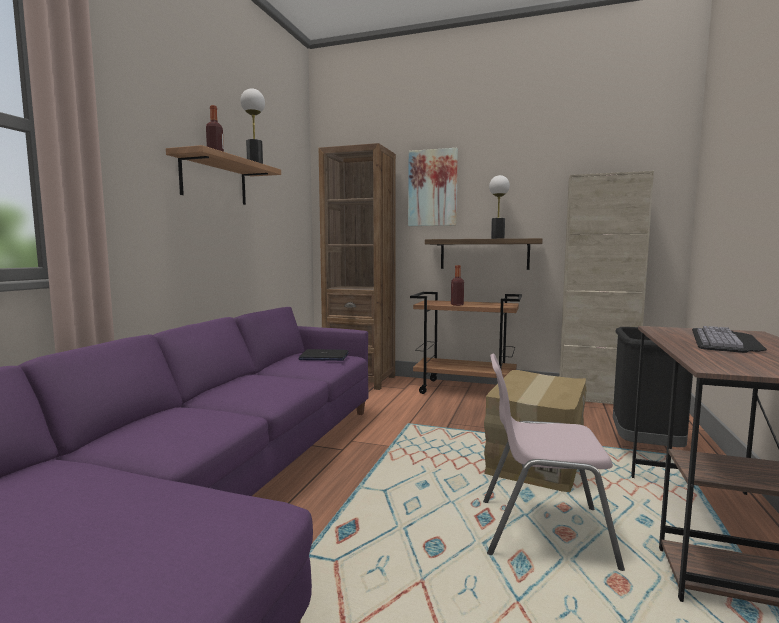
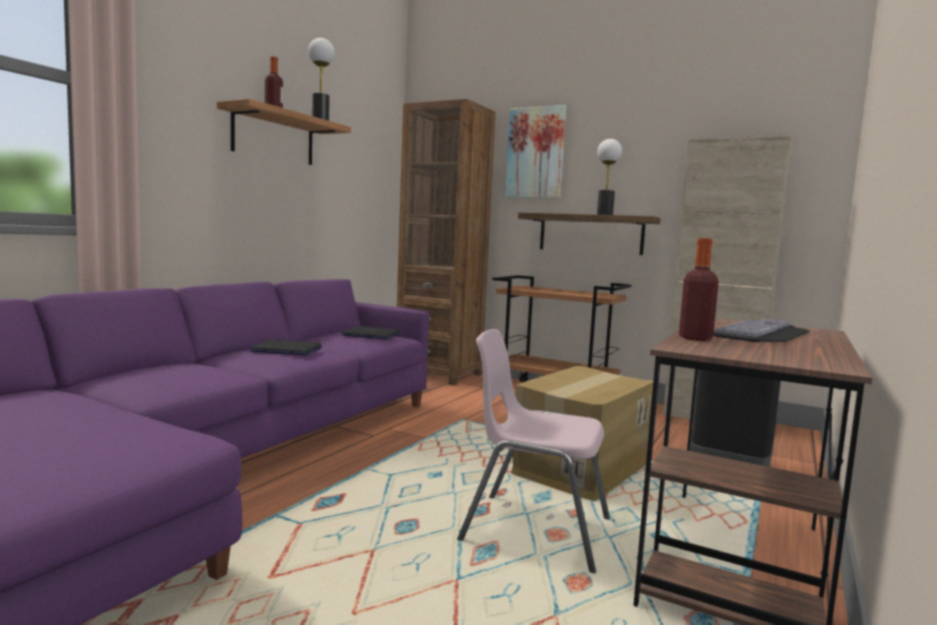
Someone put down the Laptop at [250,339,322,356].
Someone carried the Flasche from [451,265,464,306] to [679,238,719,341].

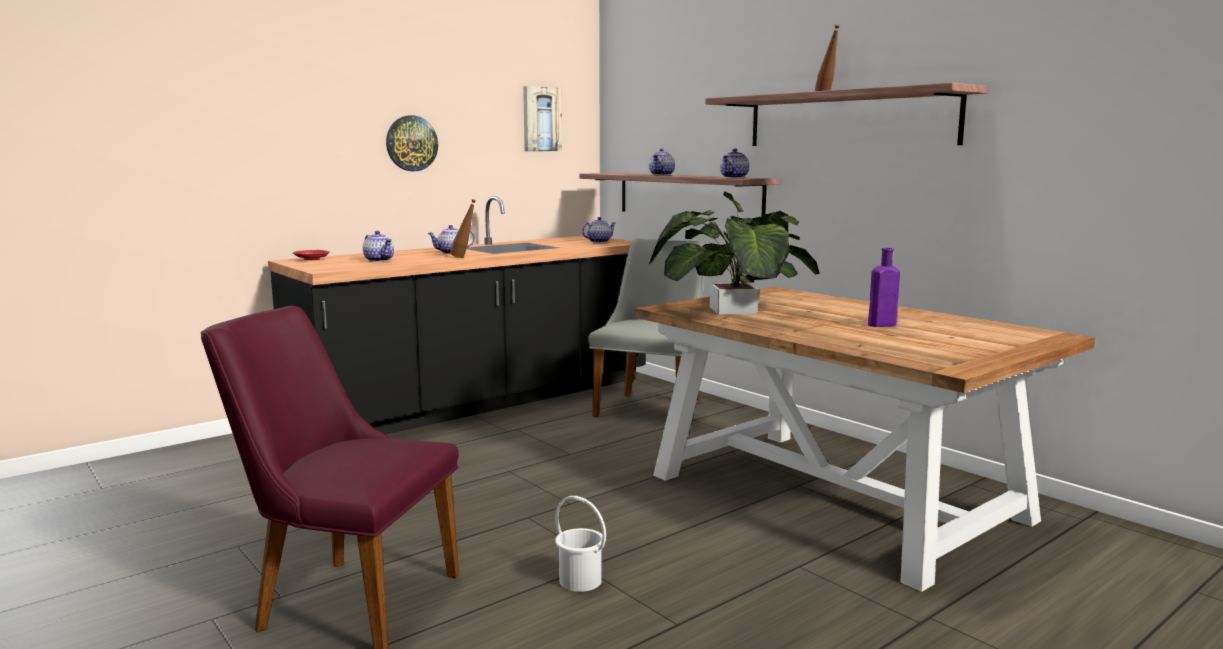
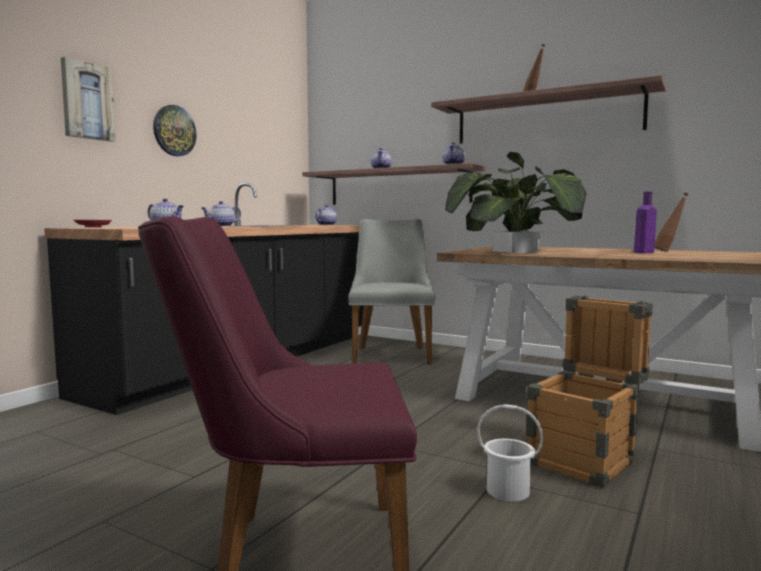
Someone carried the Bild from [523,86,562,151] to [61,57,116,142].
Someone put down the Kiste at [526,296,653,488].
Someone carried the Flasche/braun from [450,199,476,258] to [654,192,688,252].

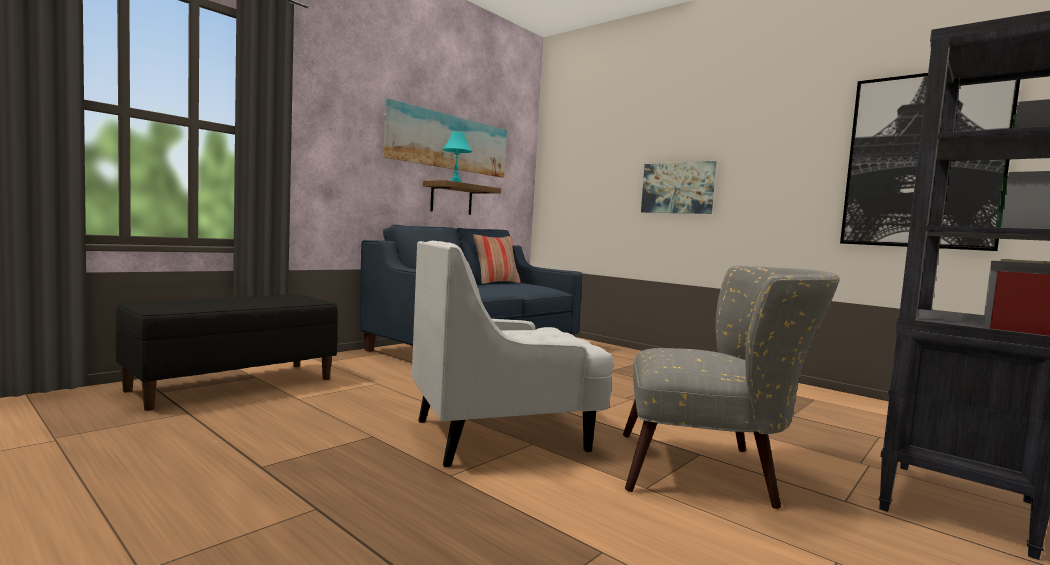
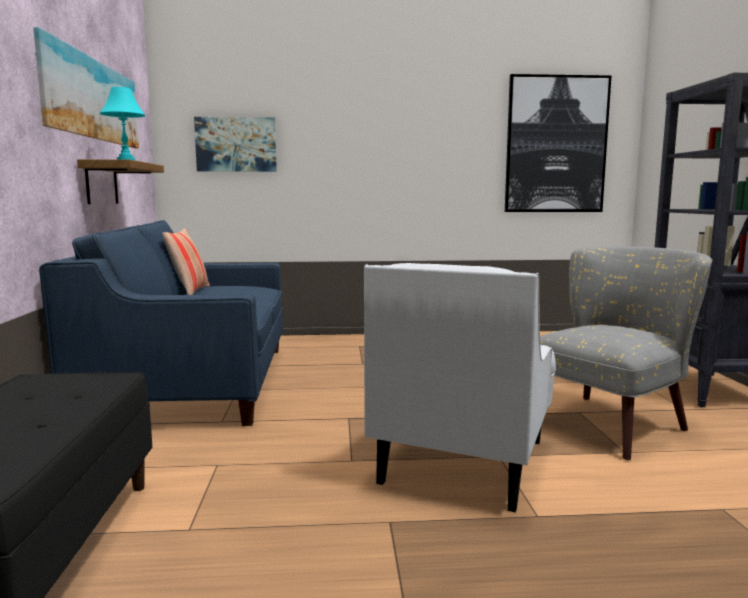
Someone carried the Bild from [641,161,716,214] to [194,117,277,172].

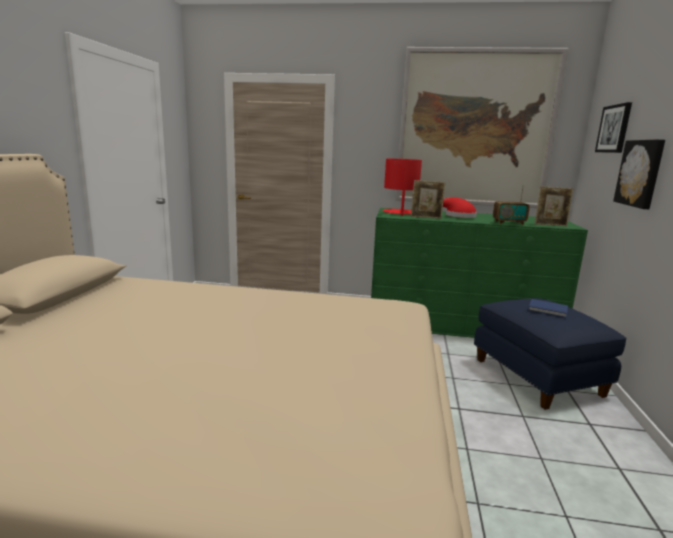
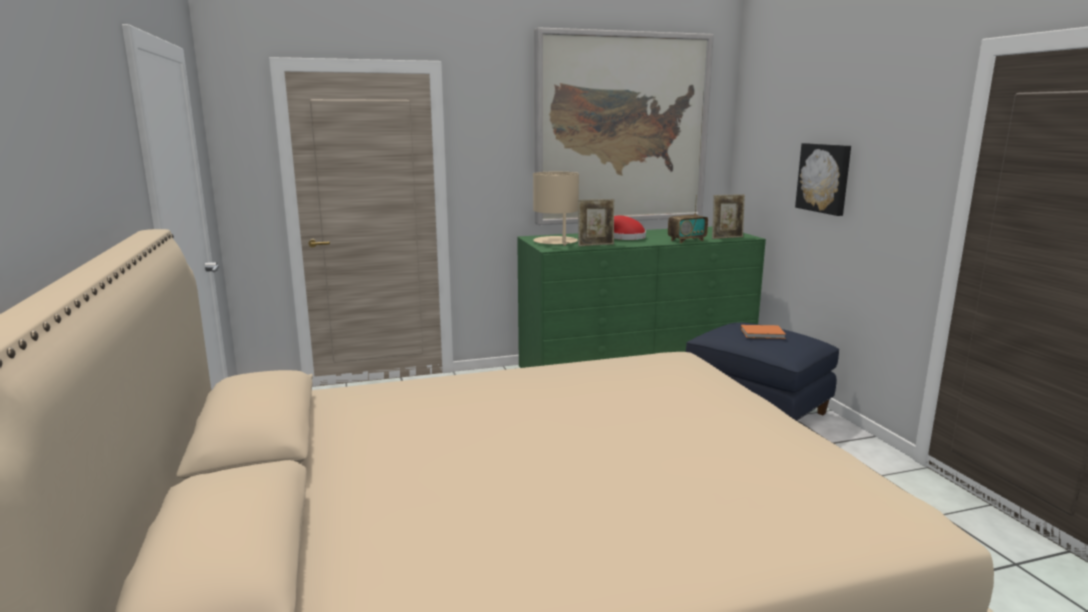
Someone repainted the Tischlampe/rot at [383,159,422,216], which became the Tischlampe/beige at [533,172,579,246].
Someone repainted the Buch/blau at [529,299,568,317], which became the Buch/orange at [741,325,786,339].
Someone took away the Bild at [595,102,632,153].

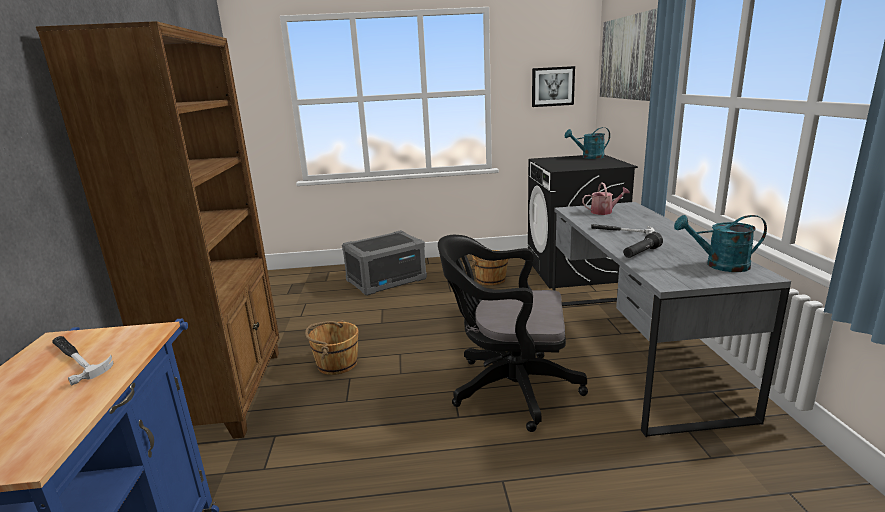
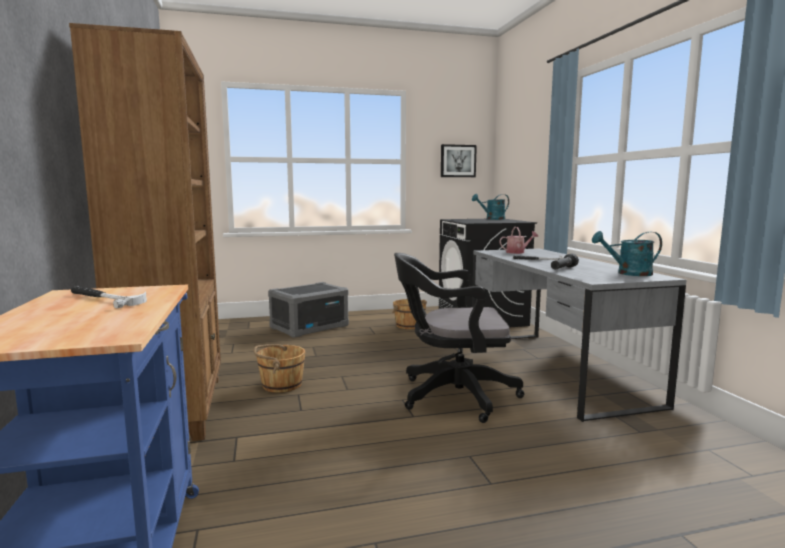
Someone took away the Bild at [600,8,658,101].

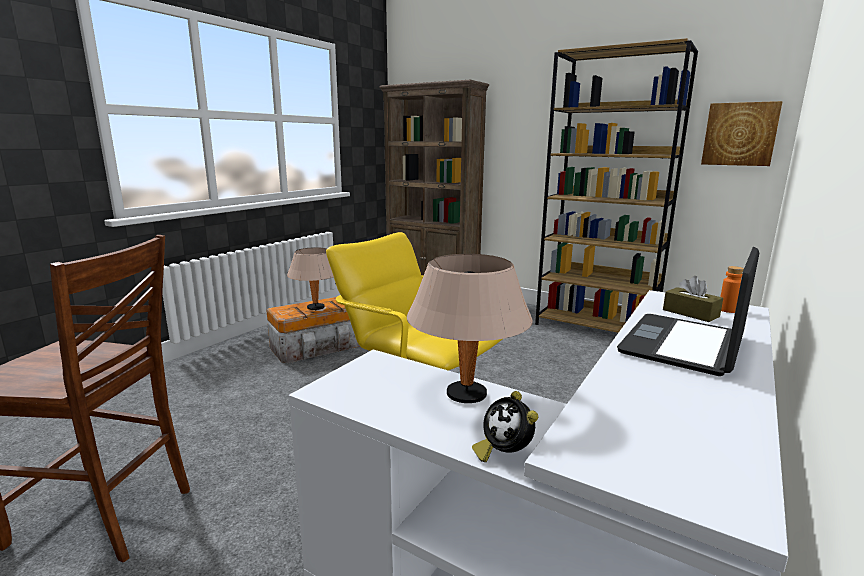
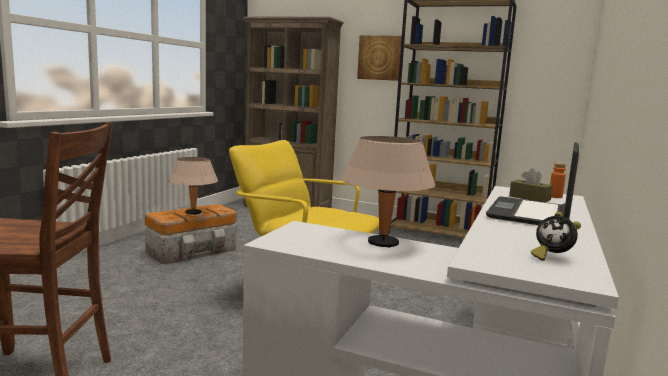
Someone carried the Bild from [701,101,783,166] to [357,35,402,81].
Someone carried the Wecker from [472,391,538,462] to [531,212,581,261].

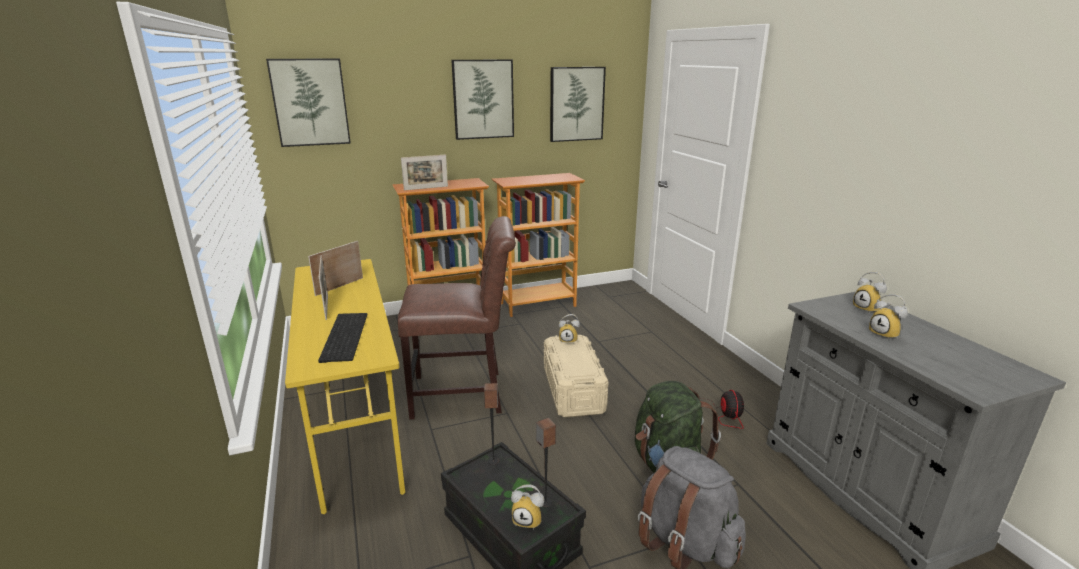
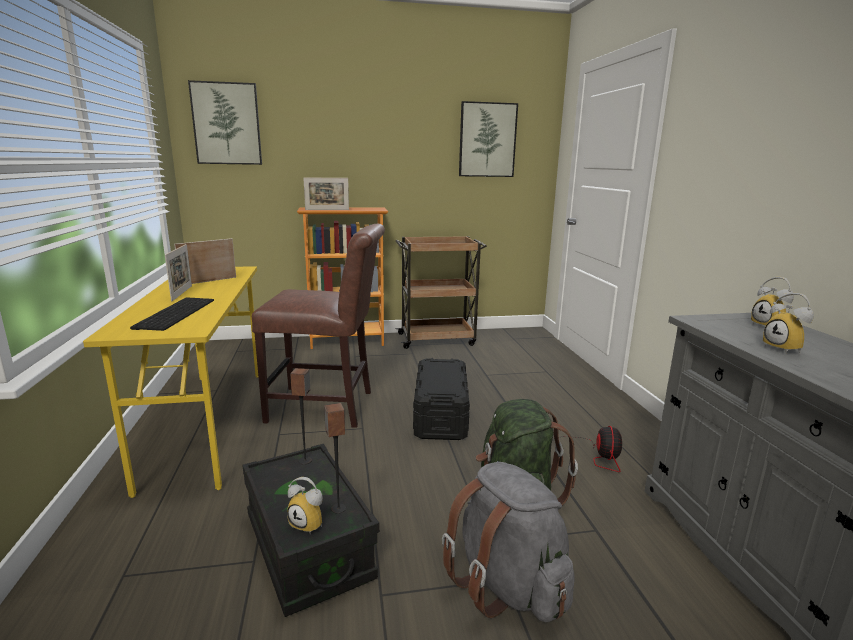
Someone swapped the Bücherregal at [492,173,585,317] for the Rollwagen/braun at [395,236,487,349].
Someone repainted the Aufbewahrungsbox/beige at [544,335,609,417], which became the Aufbewahrungsbox/schwarz at [413,358,470,440].
Someone took away the Bild at [451,60,514,140].
Someone took away the Wecker at [559,314,580,344].

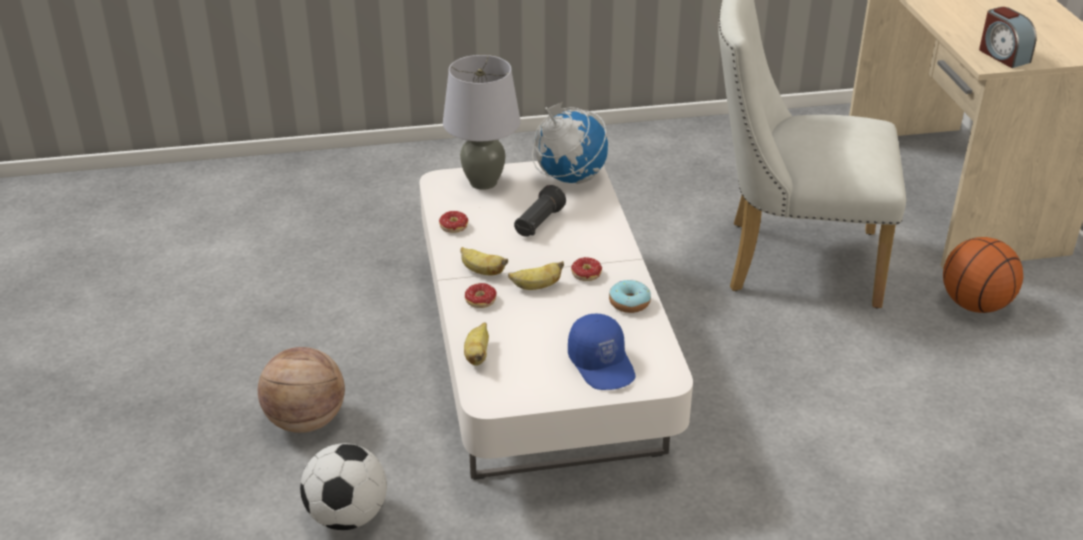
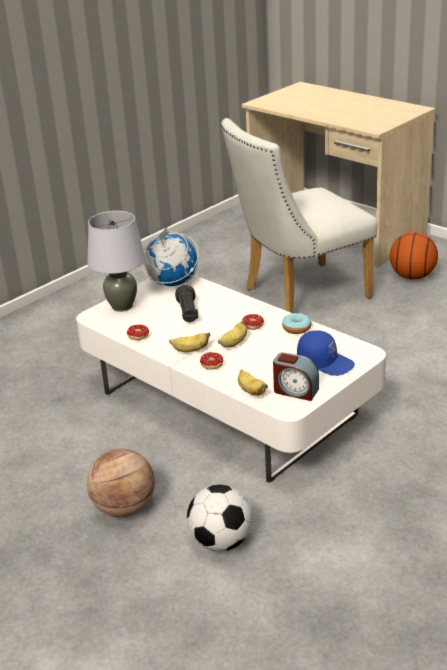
Someone carried the Wecker from [979,7,1037,68] to [273,352,319,401].

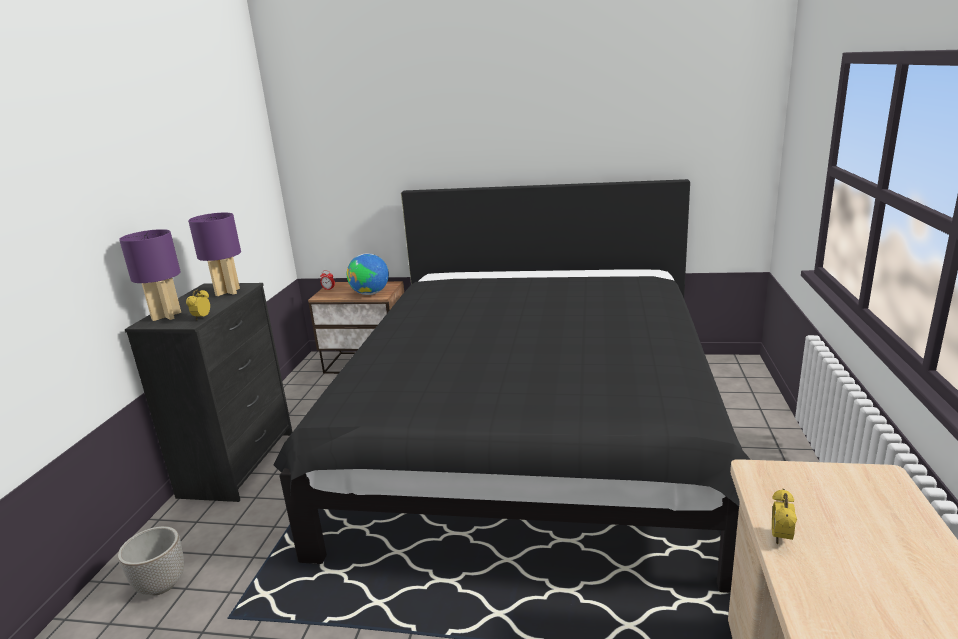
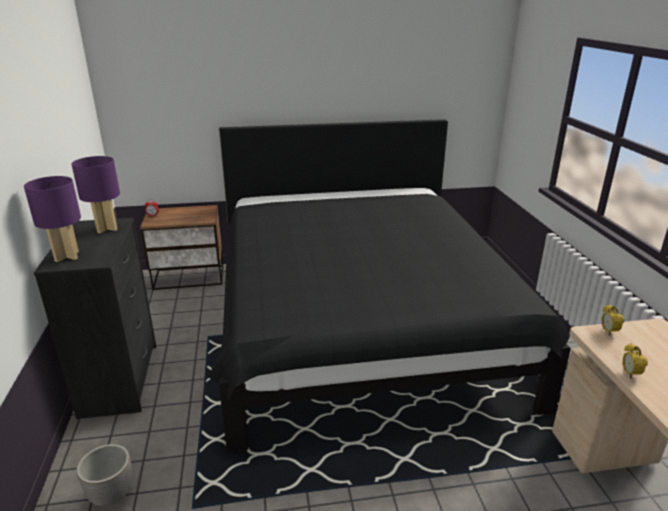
Someone carried the Wecker from [186,290,210,320] to [602,305,625,335].
Someone took away the Globus at [347,253,389,295].

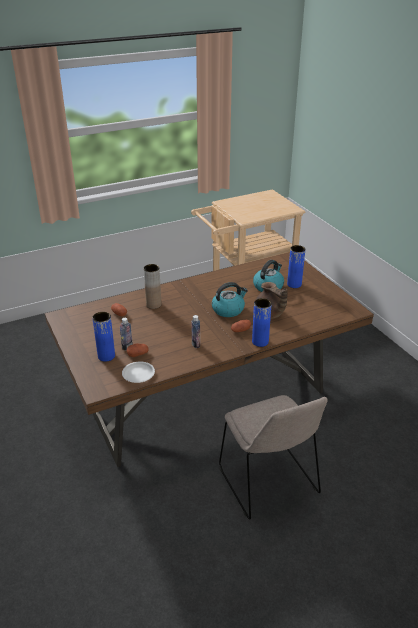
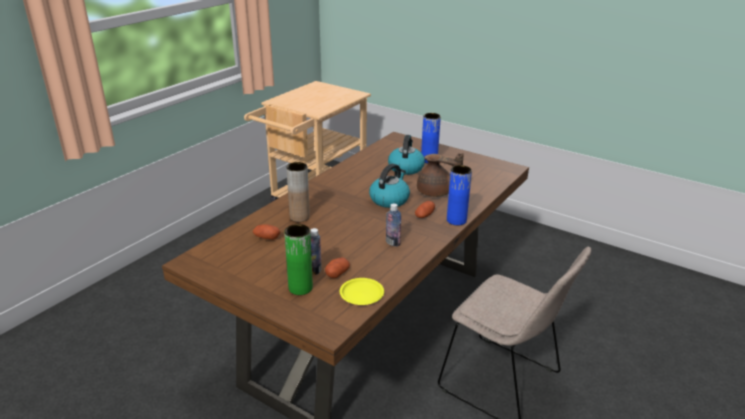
Someone repainted the Vase/blau at [92,312,115,362], which became the Vase/grün at [284,224,313,295].
Someone repainted the Teller/weiß at [122,362,155,383], which became the Teller/gelb at [340,278,384,305].

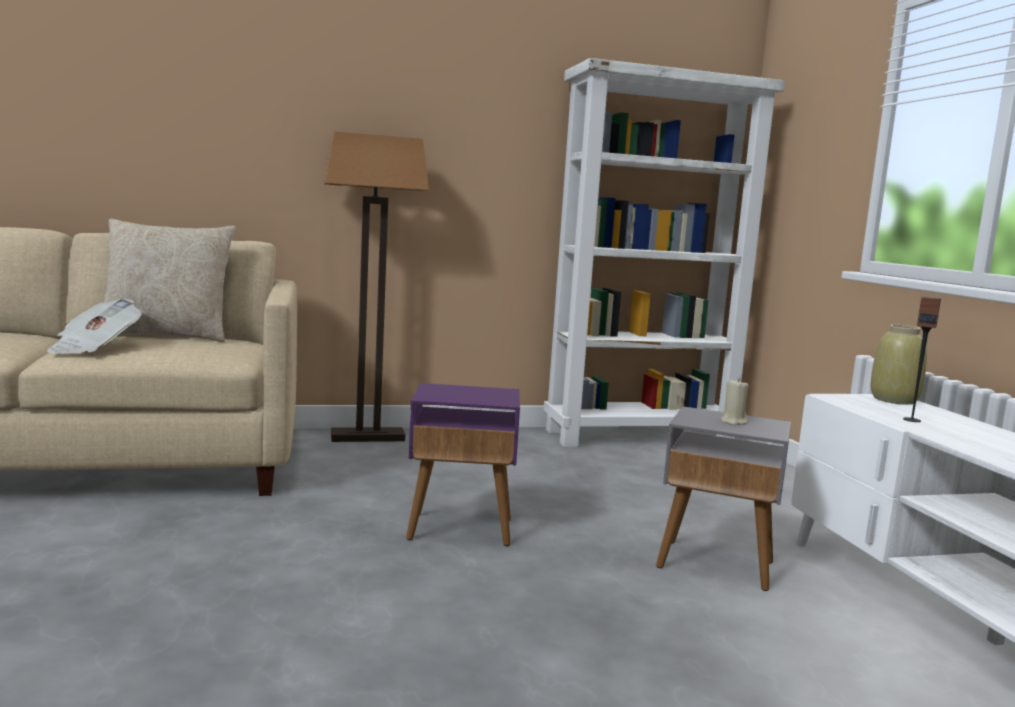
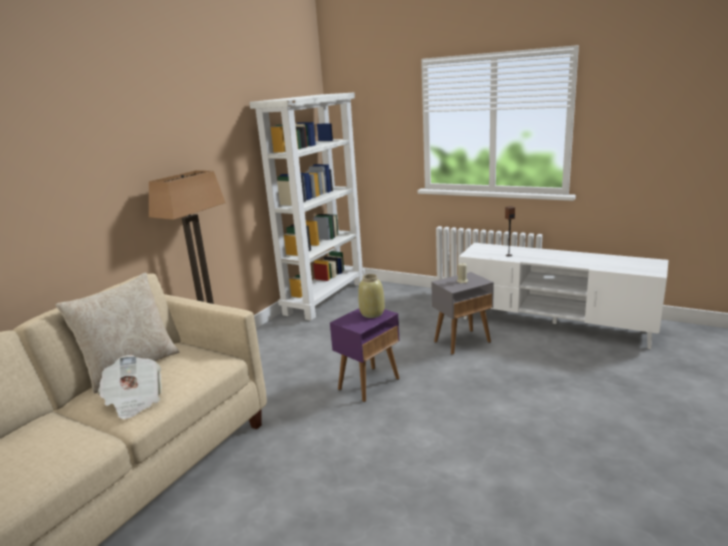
Someone carried the Vase/beige from [870,325,927,405] to [358,274,385,318].

